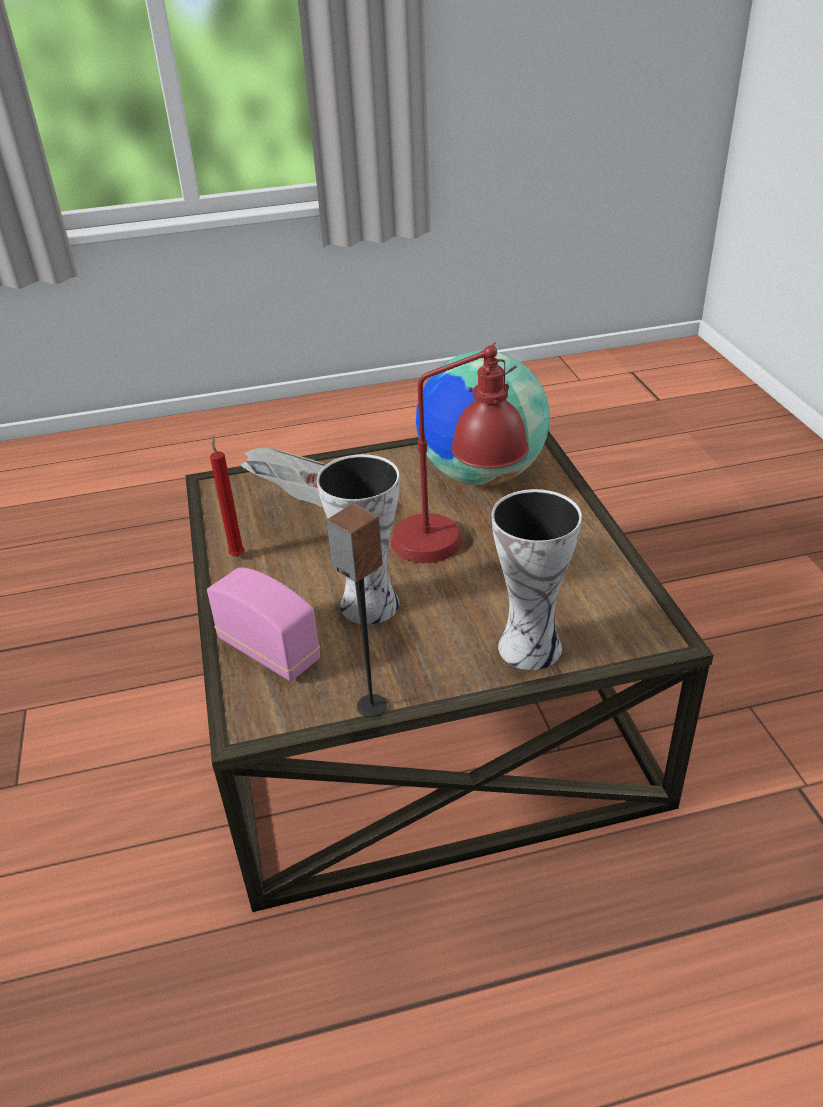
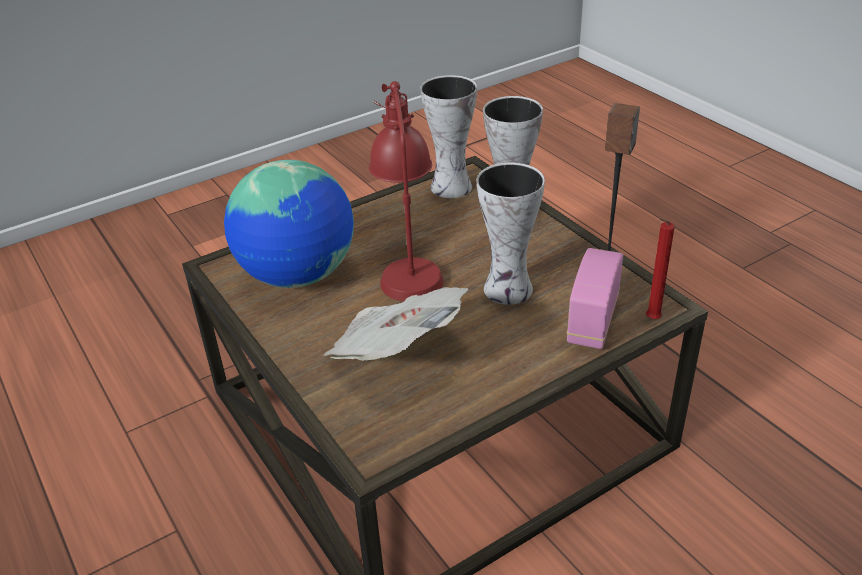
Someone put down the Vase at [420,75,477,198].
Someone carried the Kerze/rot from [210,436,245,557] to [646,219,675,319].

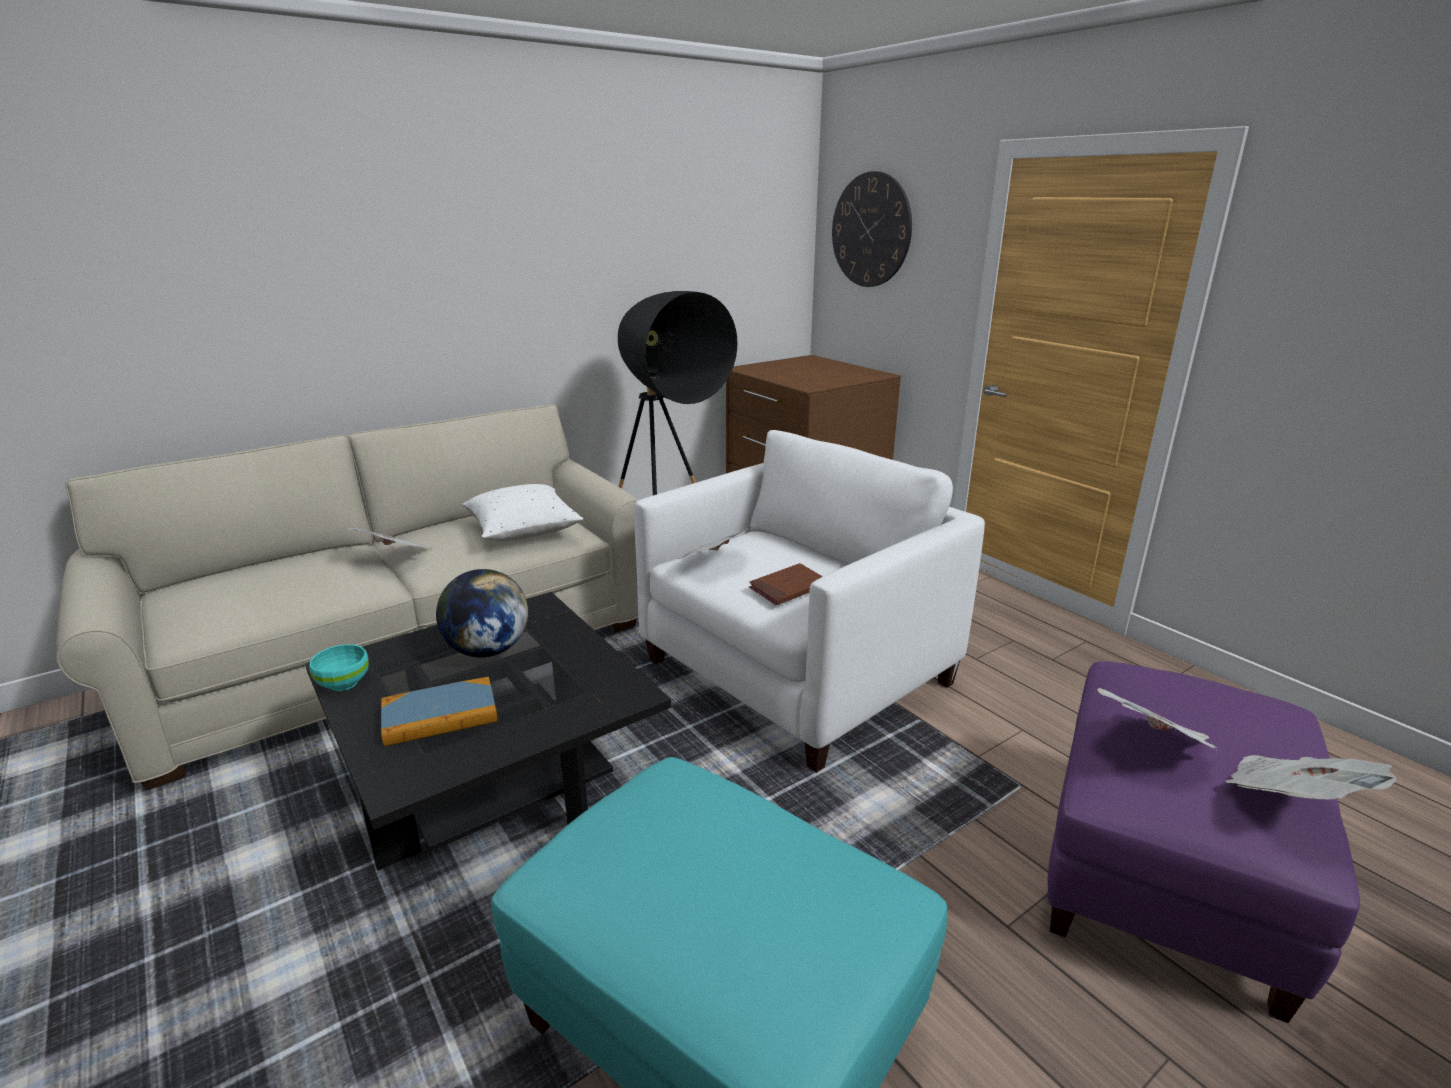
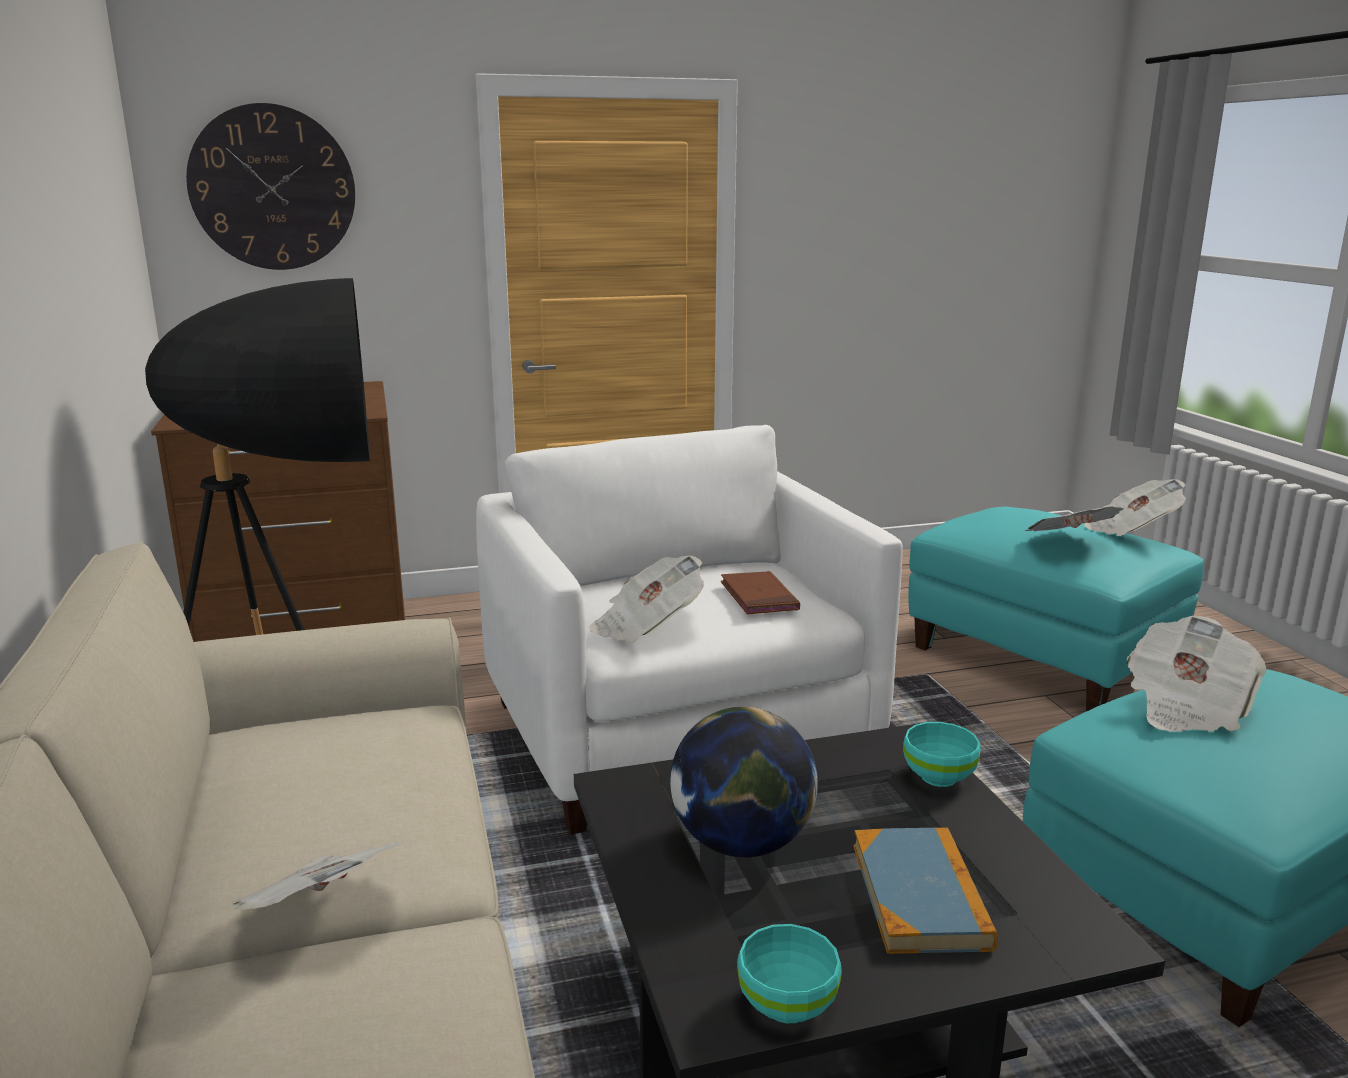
Someone put down the Schüssel/türkis at [903,722,981,787].
Someone repainted the Polsterhocker/lila at [1047,661,1360,1023], which became the Polsterhocker/türkis at [908,506,1204,712].
Someone put down the Zeitung at [1126,615,1267,732].
Someone took away the Kissen/weiß at [462,484,583,541].

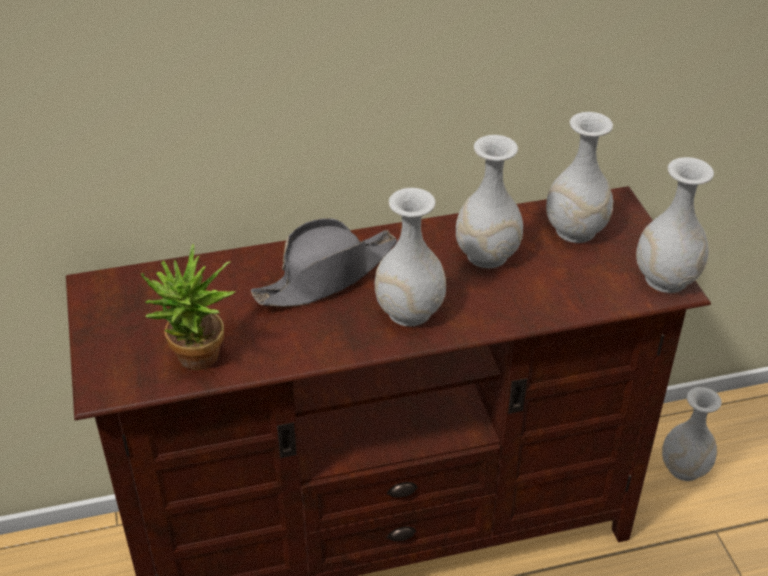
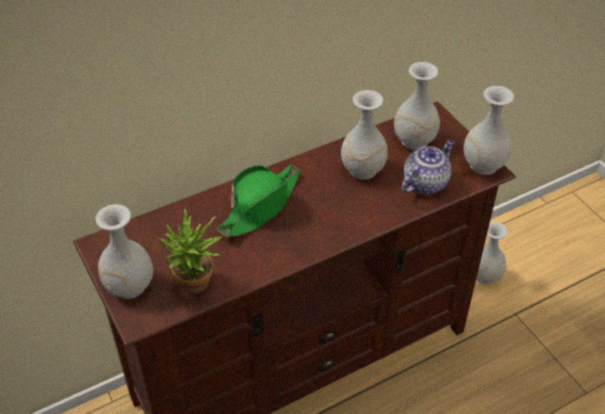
Someone carried the Vase/weiß from [375,188,446,326] to [95,204,153,299].
Someone repainted the Hut/grau at [251,218,397,307], which became the Hut/grün at [217,165,301,237].
Someone put down the Teekanne at [402,140,454,195].

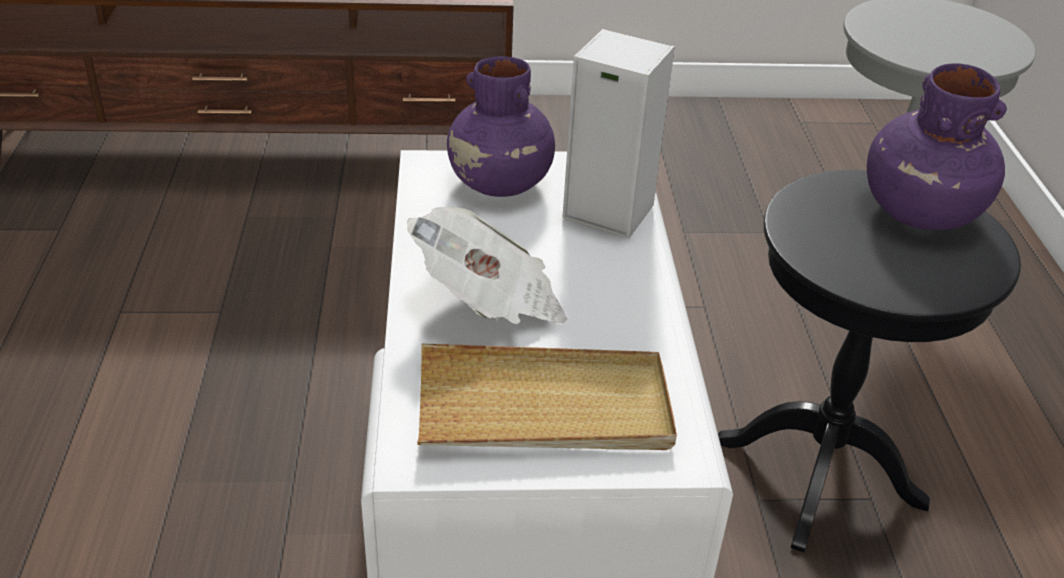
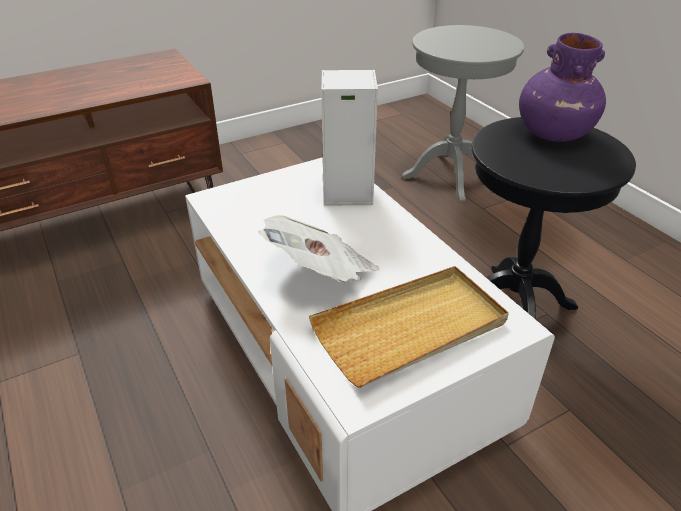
Someone took away the Vase/lila at [447,56,555,197].

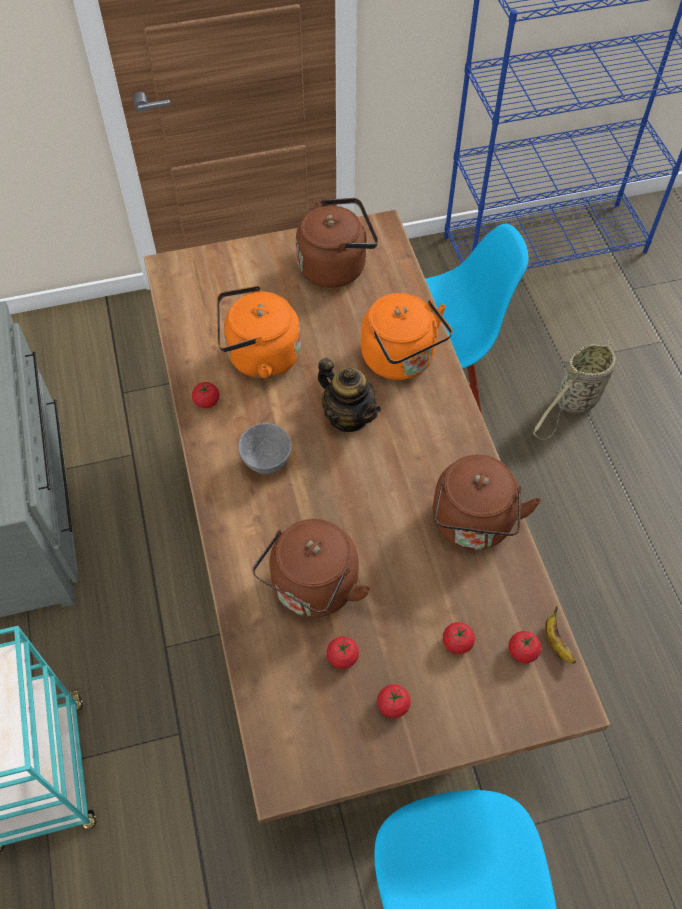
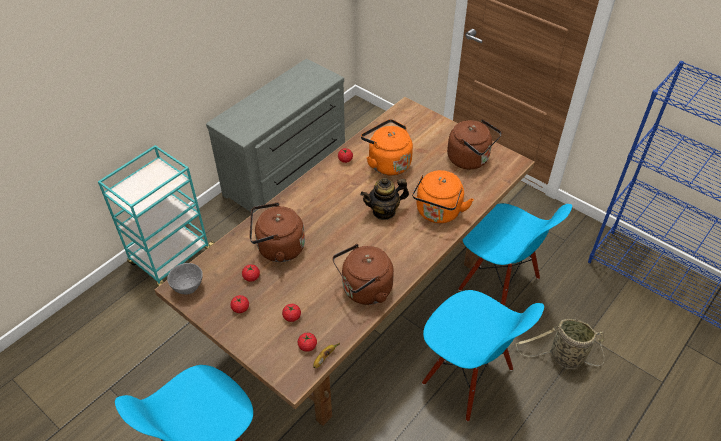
Someone carried the Schüssel/grau from [238,423,292,474] to [167,263,203,295].
Someone rotated the Teekanne at [318,358,381,432] by 60 degrees clockwise.
Someone put down the Stuhl/blau at [422,290,544,422].

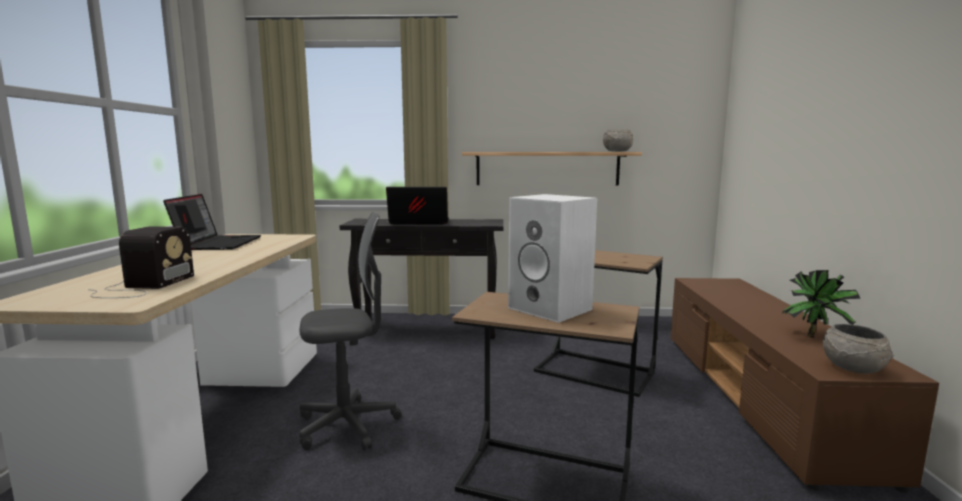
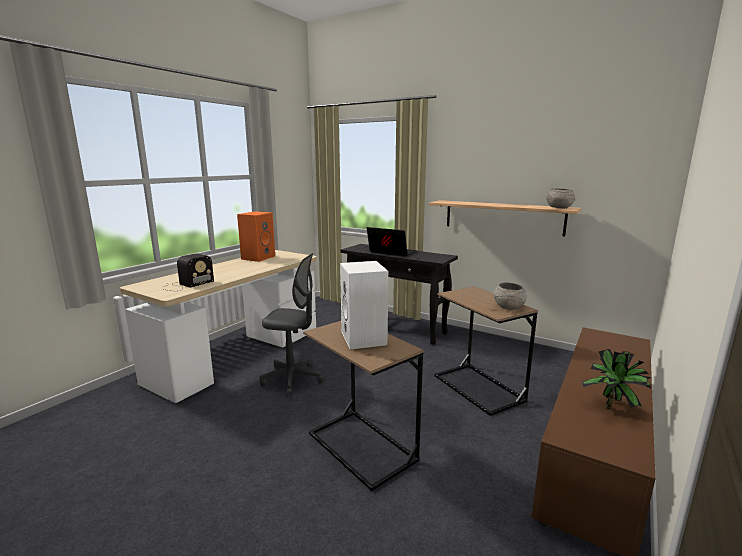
Someone swapped the Laptop at [163,194,261,250] for the Lautsprecher/orange at [237,211,275,262].
Someone carried the Schüssel/grau from [823,324,893,374] to [494,282,527,310].

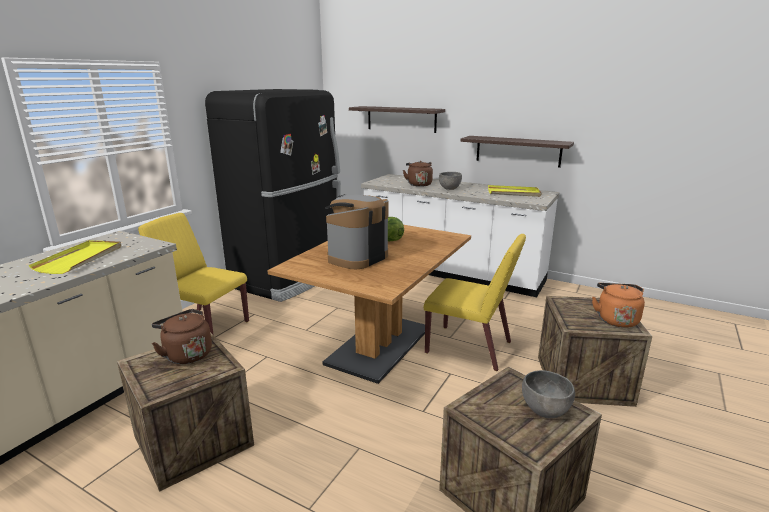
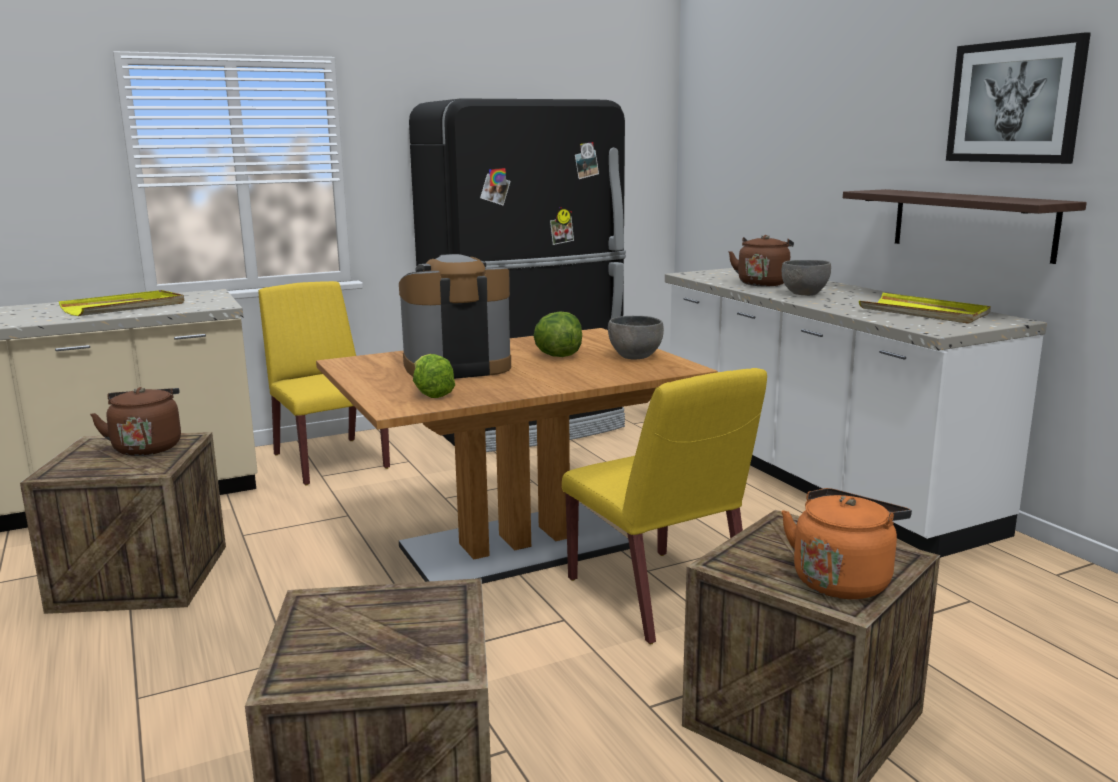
Someone put down the Salatkopf at [413,354,455,398].
Someone carried the Schüssel/grau from [522,370,575,418] to [608,316,664,359].
Someone put up the Bild at [946,32,1091,164].
Someone took away the Wandregal at [349,106,445,133].

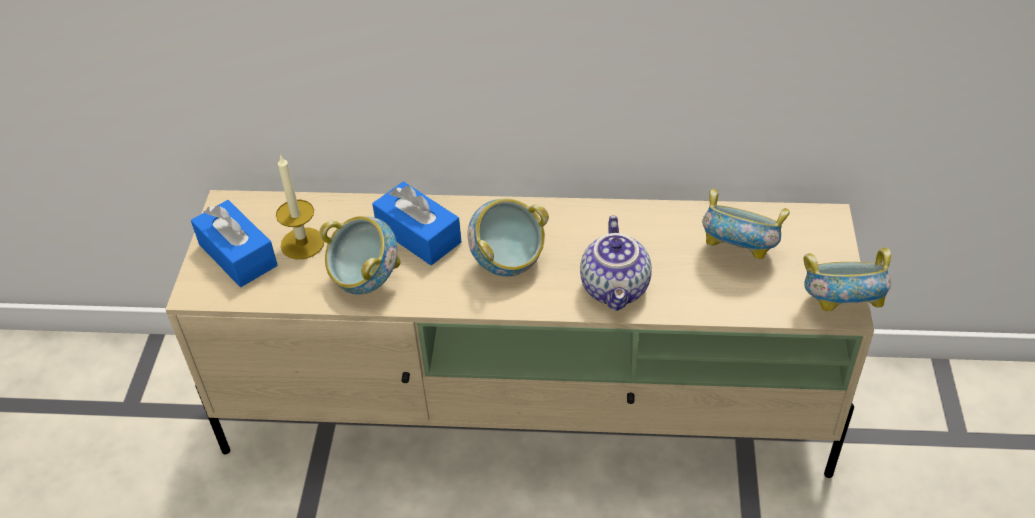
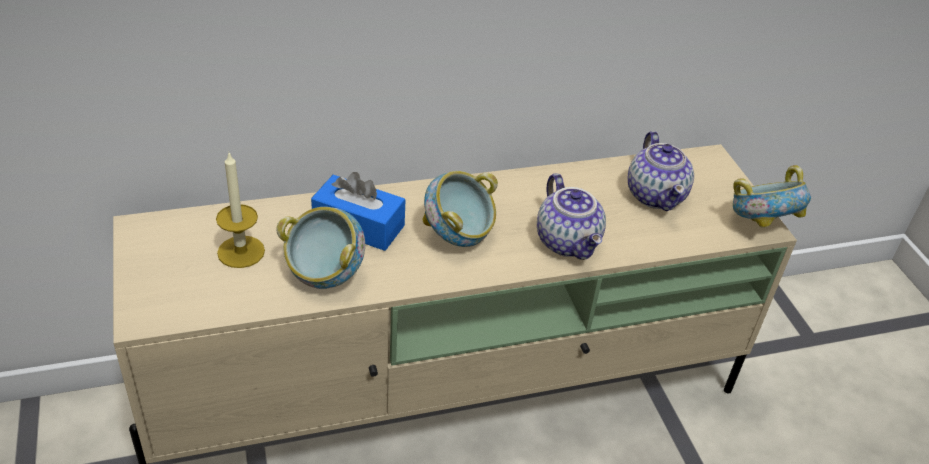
Someone swapped the Schüssel at [702,189,790,259] for the Teekanne at [628,131,694,211].
Someone took away the Taschentuchbox/blau at [191,200,277,287].

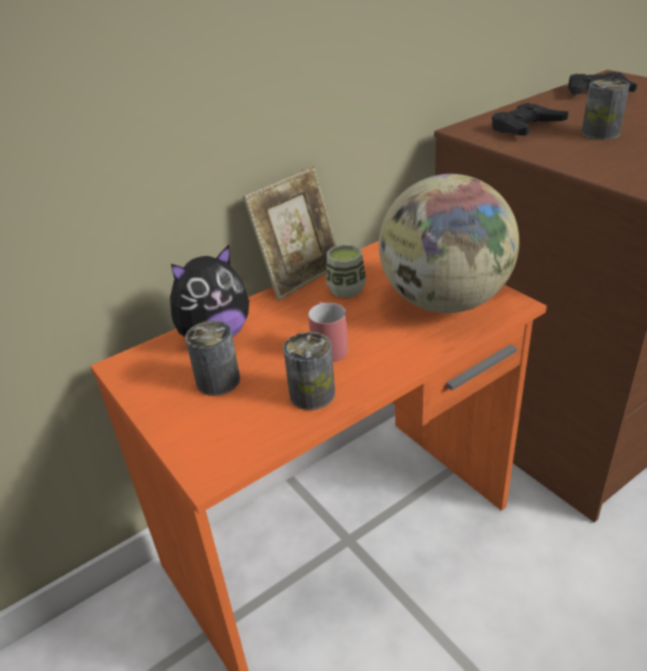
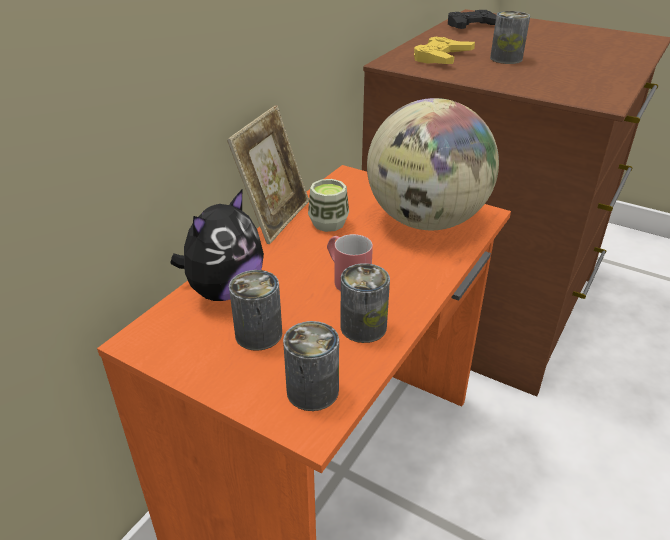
Someone put down the Dose at [283,321,339,411].
Someone repainted the Gamepad/schwarz at [492,103,568,136], which became the Gamepad/gelb at [414,36,475,64].

